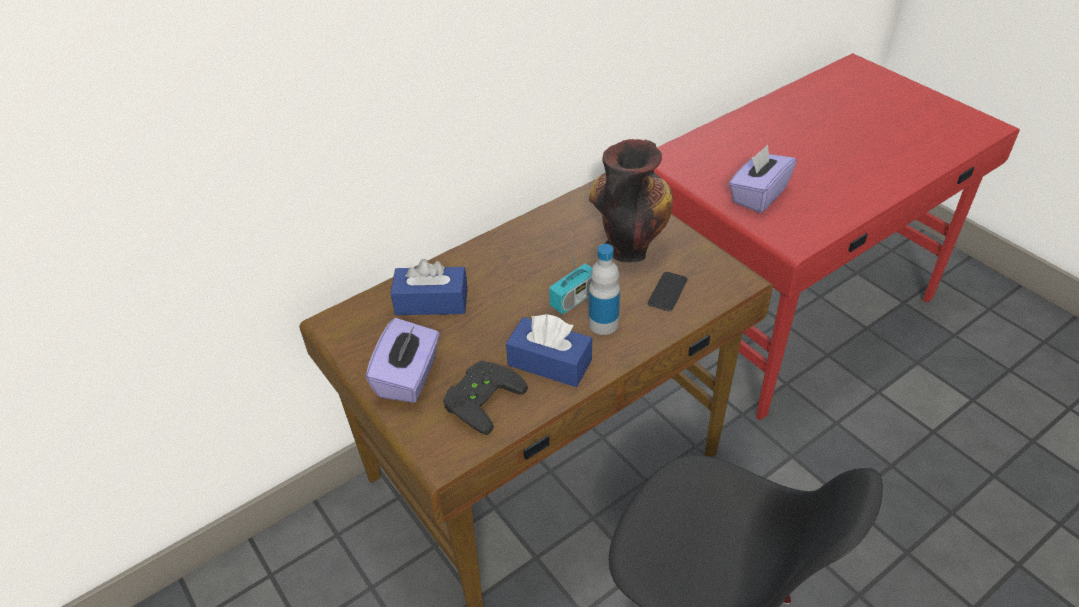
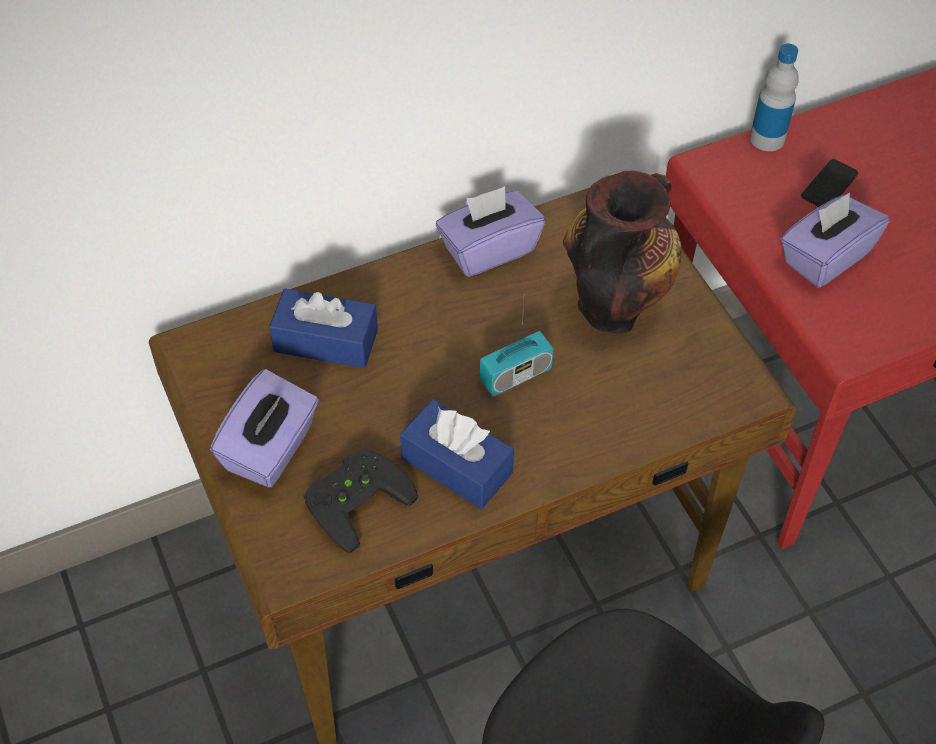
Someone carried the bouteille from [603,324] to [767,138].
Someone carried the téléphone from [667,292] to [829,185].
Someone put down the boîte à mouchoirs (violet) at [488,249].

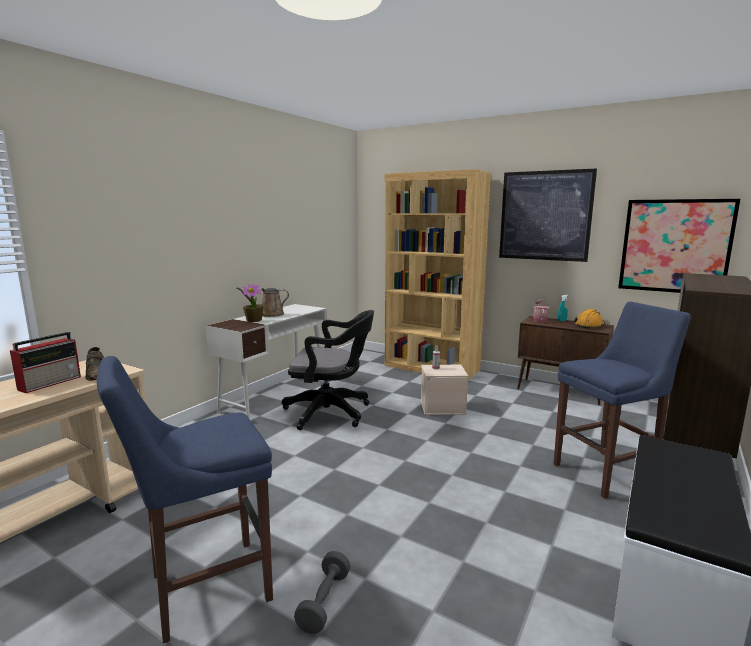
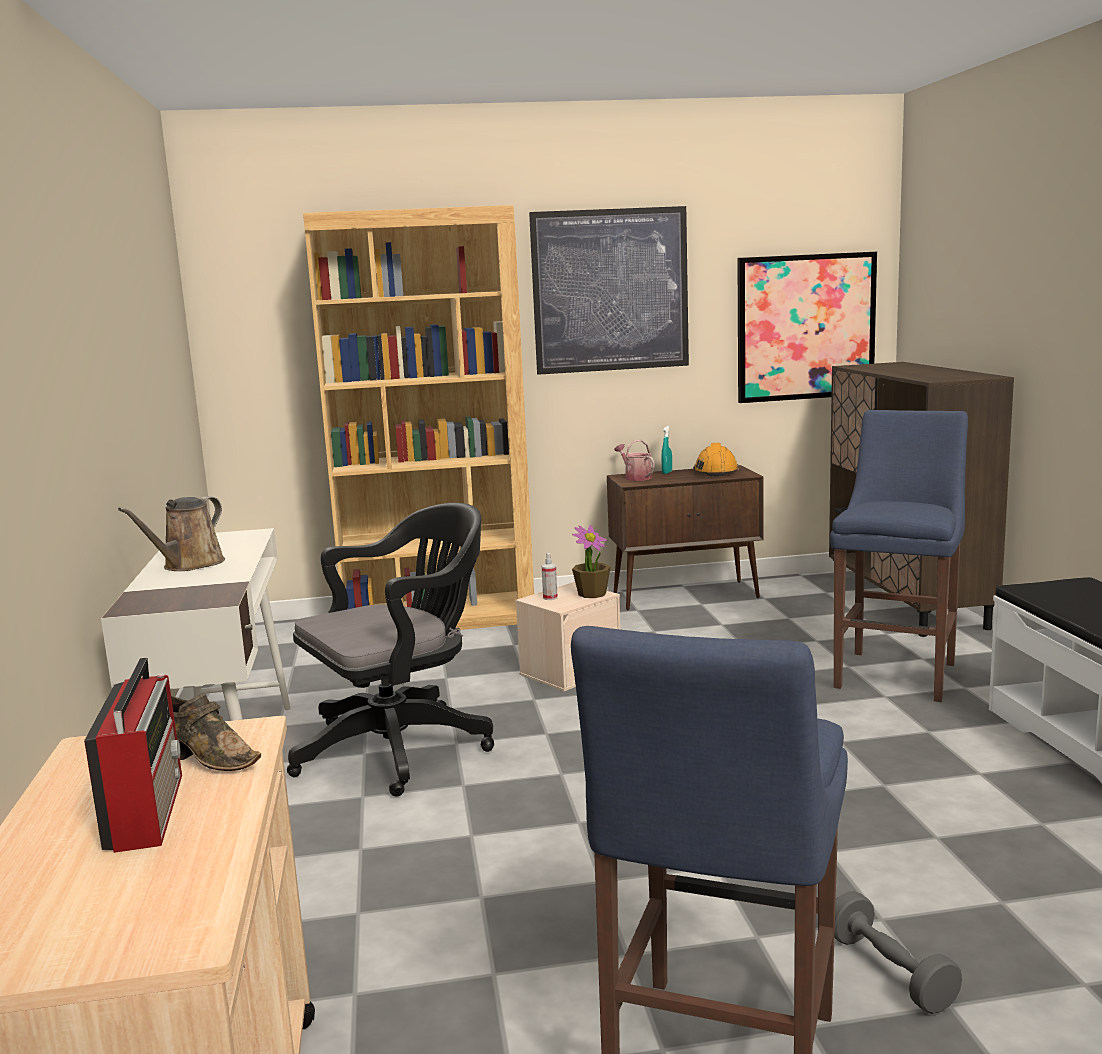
Someone carried the plante en pot from [254,320] to [592,594].

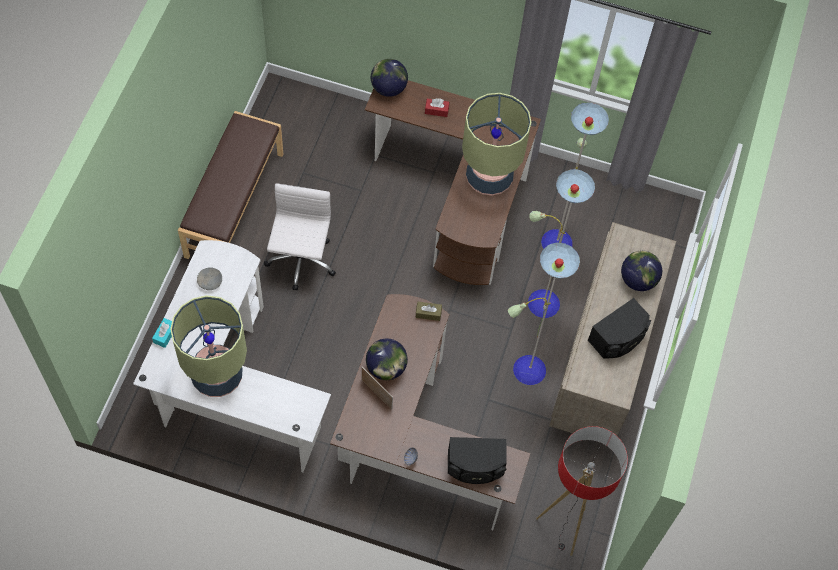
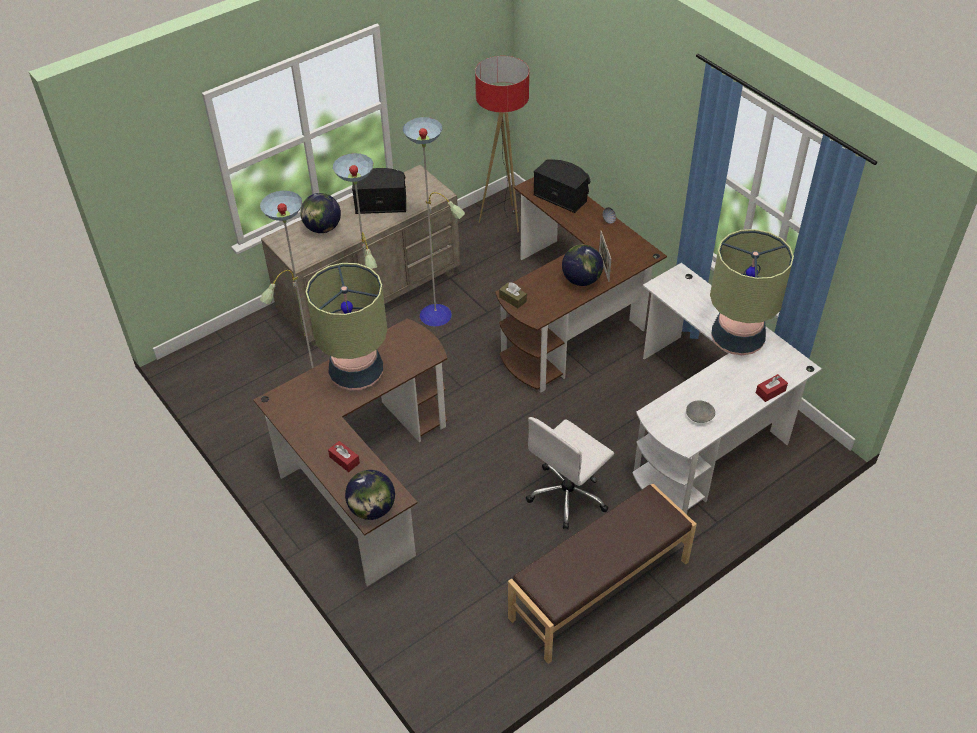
Someone repainted the boîte à mouchoirs (turquoise) at [165,335], which became the boîte à mouchoirs (rouge) at [770,392].

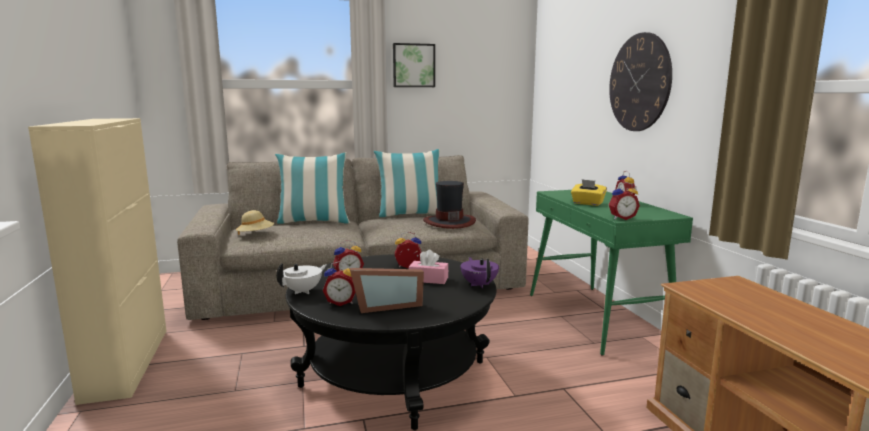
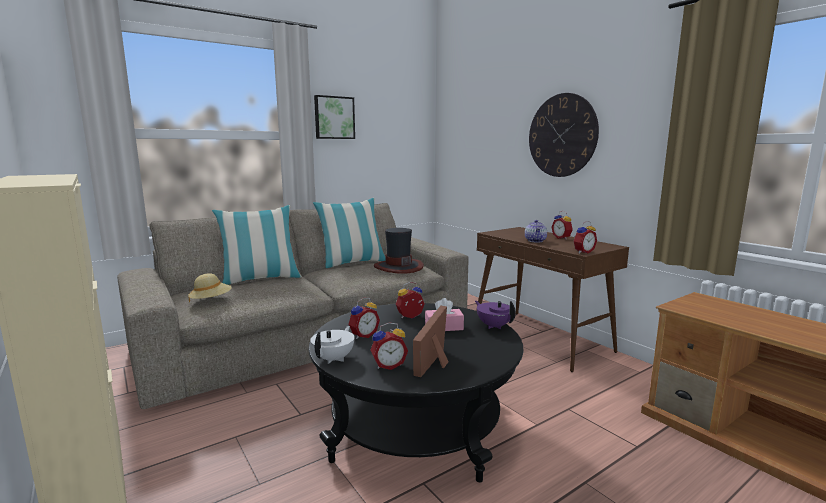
Someone swapped the boîte à mouchoirs (jaune) at [587,203] for the théière at [535,241].
Someone repainted the table console (vert) at [597,318], which became the table console (marron) at [541,339].
Someone rotated the cadre photo at [386,306] by 150 degrees clockwise.

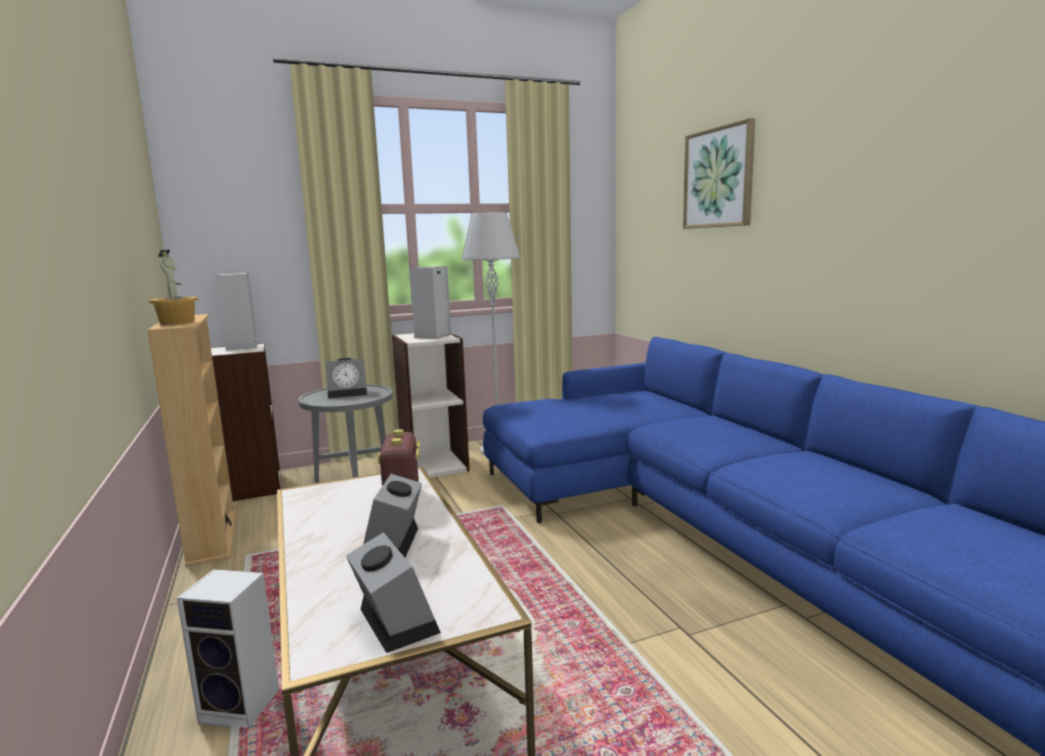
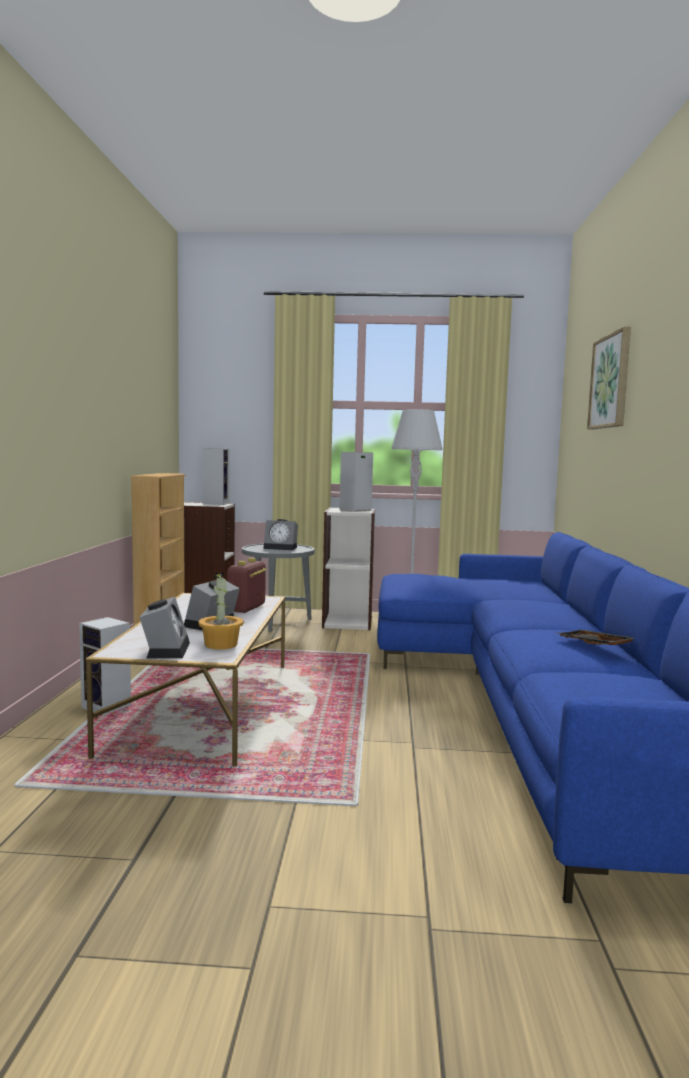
Someone carried the plante en pot from [177,322] to [221,645].
Someone put down the plateau (noir) at [593,646].

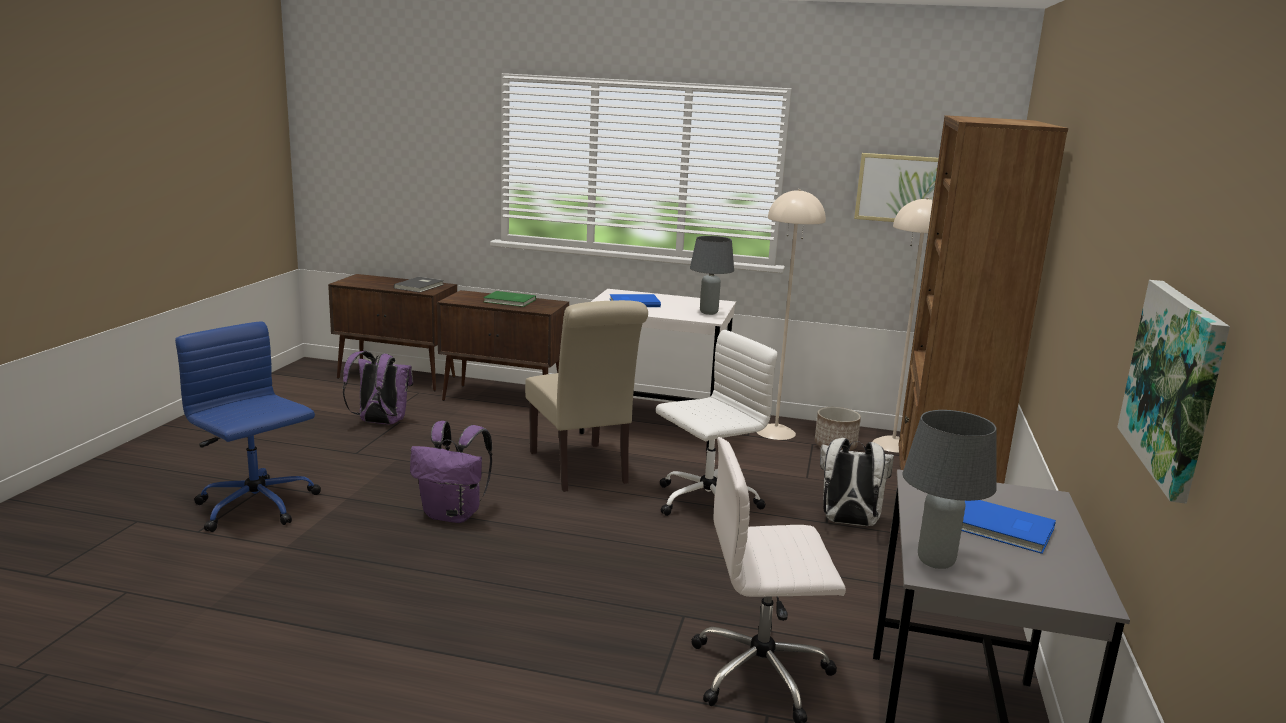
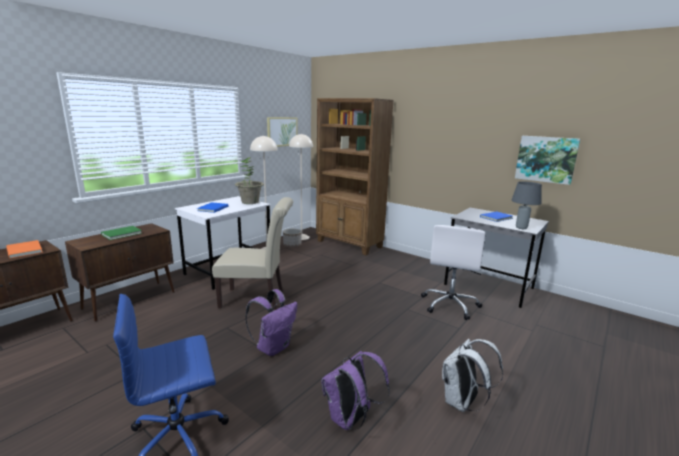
Someone swapped the lampe de table (gris) at [708,312] for the plante en pot at [250,202].
Someone repainted the livre (gris) at [420,286], which became the livre (orange) at [26,250].
Someone took away the chaise de bureau (blanc) at [705,503].
Someone carried the sac à dos (violet) from [380,423] to [351,419].
Someone carried the sac à dos (blanc) from [848,522] to [462,403].

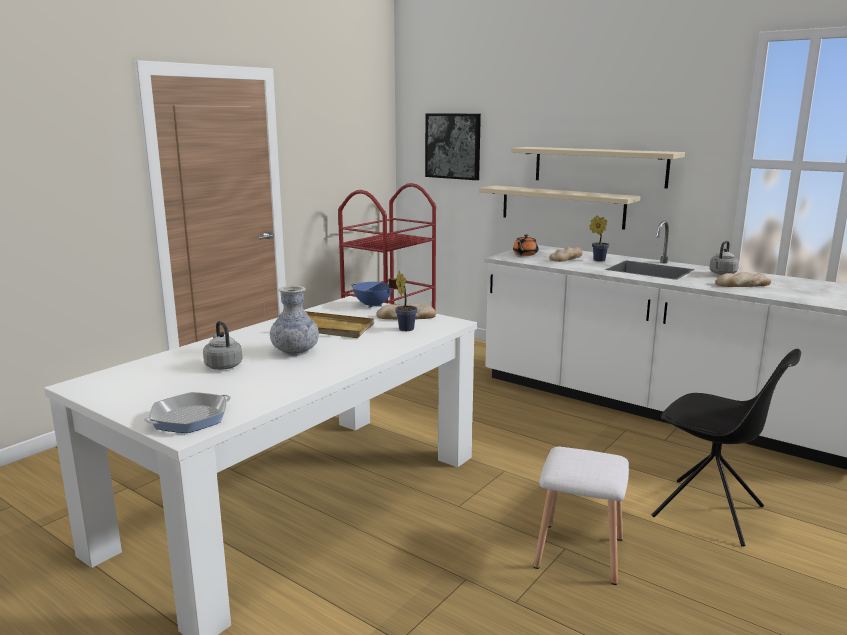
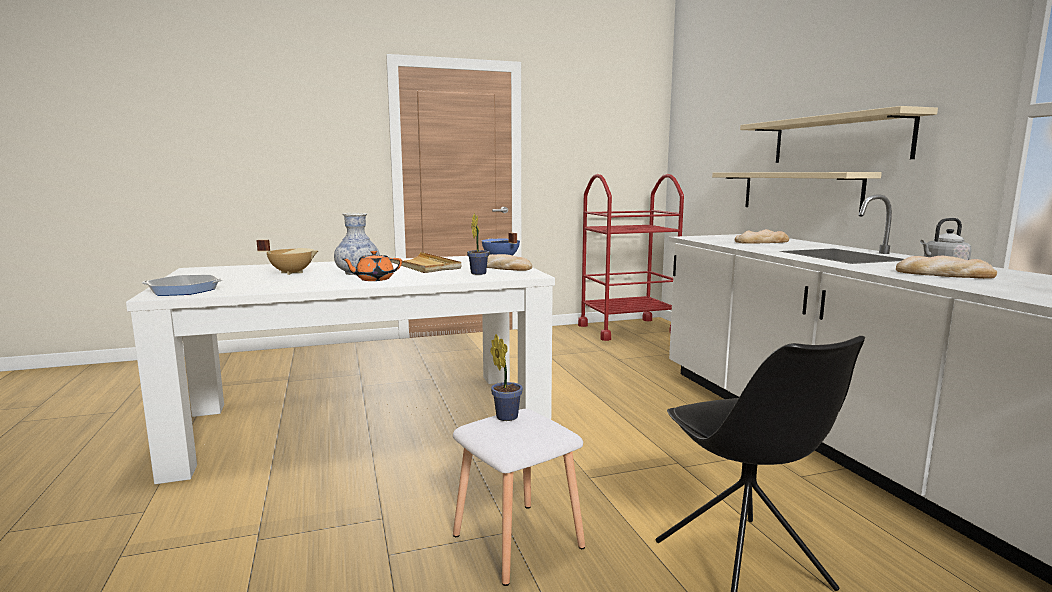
Someone took away the tableau at [453,146].
Someone carried the plante en pot from [597,260] to [505,416].
Someone carried the théière (orange) from [525,254] to [374,279].
Someone swapped the bouilloire (gris) at [223,365] for the marmite (beige) at [292,273].

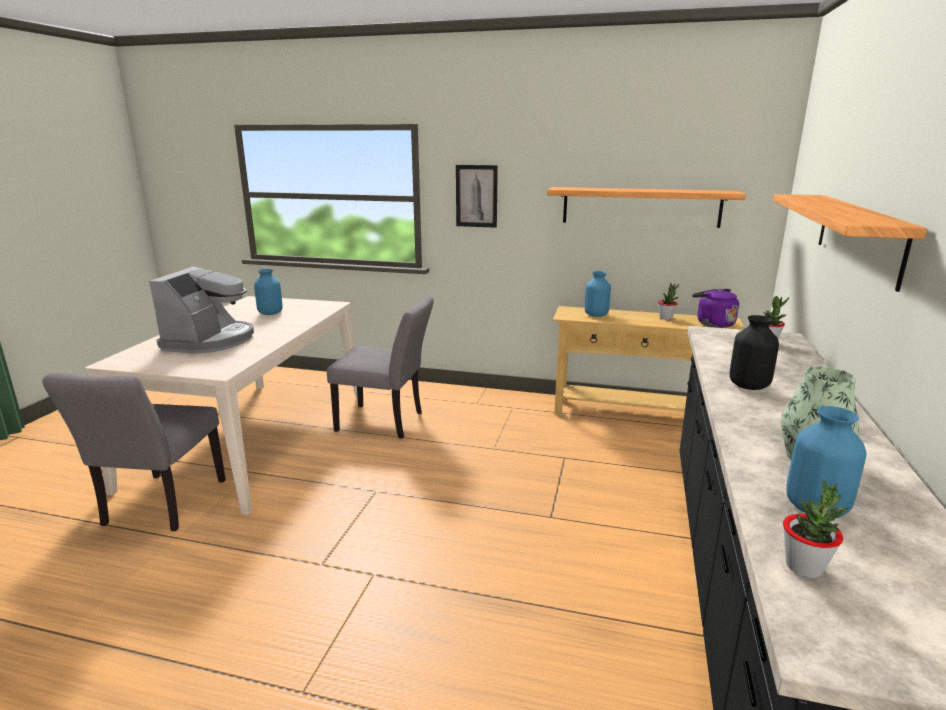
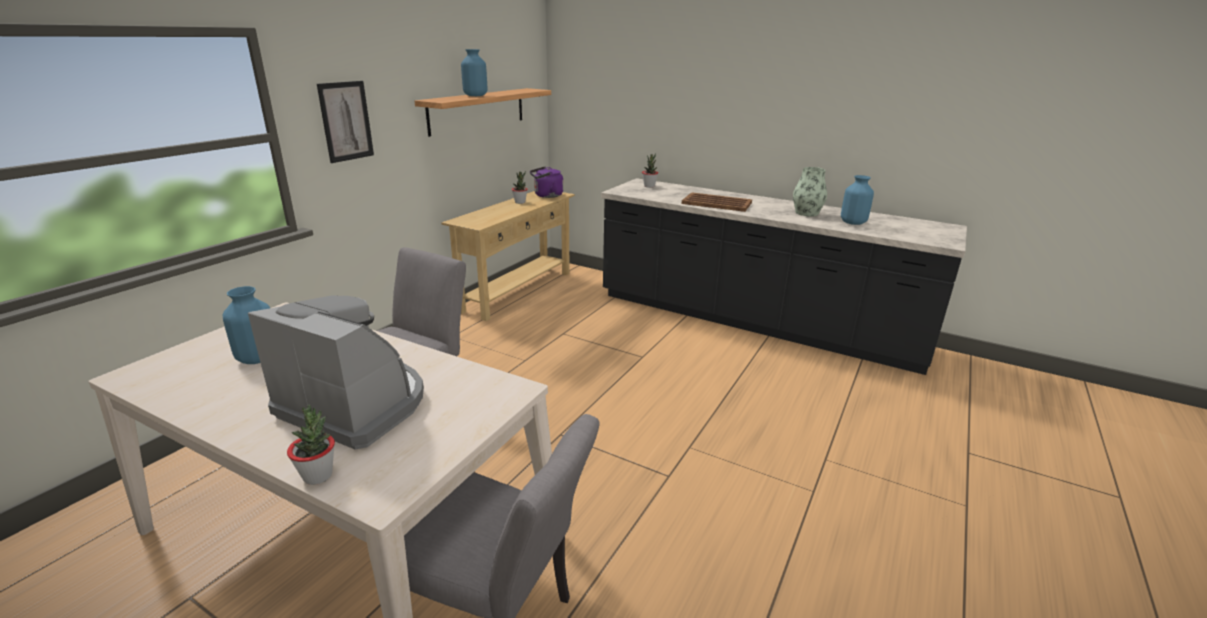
Someone took away the étagère at [858,236].
Someone carried the vase (bleu) from [596,315] to [475,95].
Someone swapped the vase (noir) at [748,386] for the plateau (marron) at [717,203].
Someone carried the plante en pot from [804,567] to [318,476].

